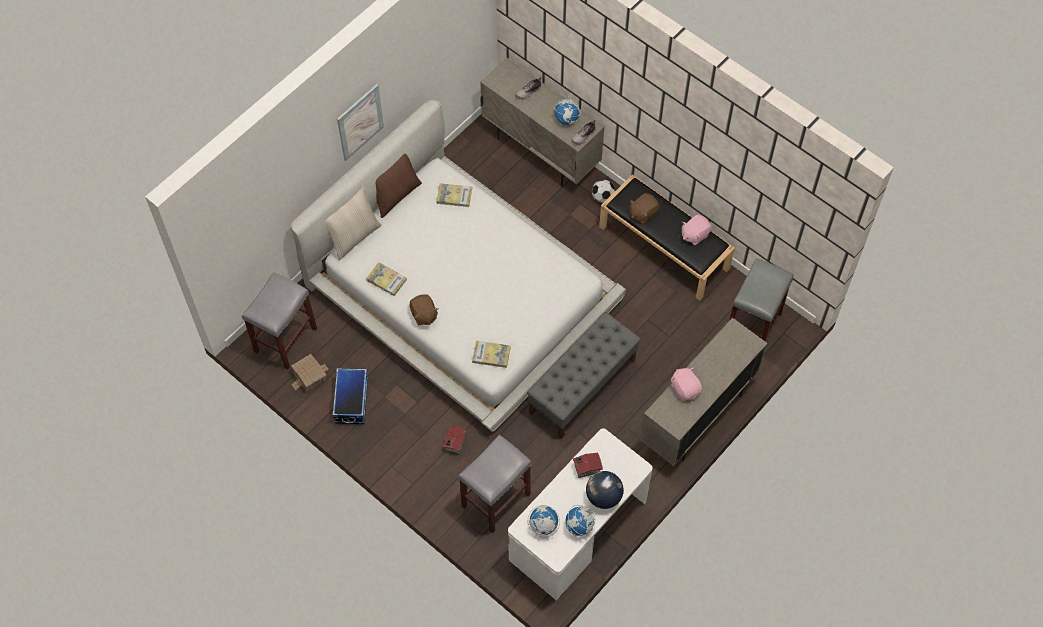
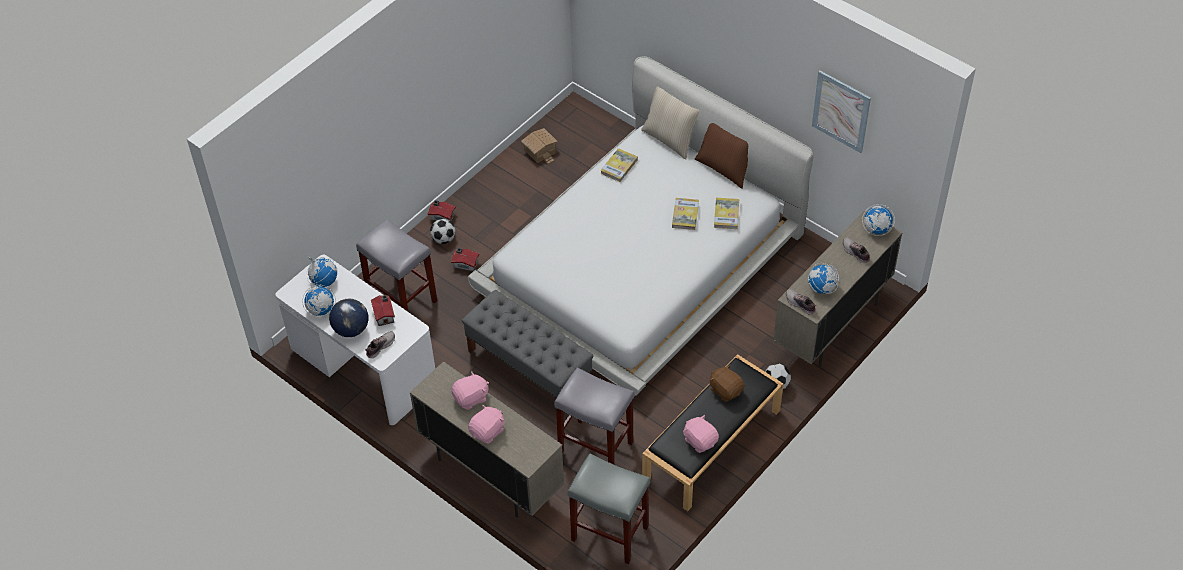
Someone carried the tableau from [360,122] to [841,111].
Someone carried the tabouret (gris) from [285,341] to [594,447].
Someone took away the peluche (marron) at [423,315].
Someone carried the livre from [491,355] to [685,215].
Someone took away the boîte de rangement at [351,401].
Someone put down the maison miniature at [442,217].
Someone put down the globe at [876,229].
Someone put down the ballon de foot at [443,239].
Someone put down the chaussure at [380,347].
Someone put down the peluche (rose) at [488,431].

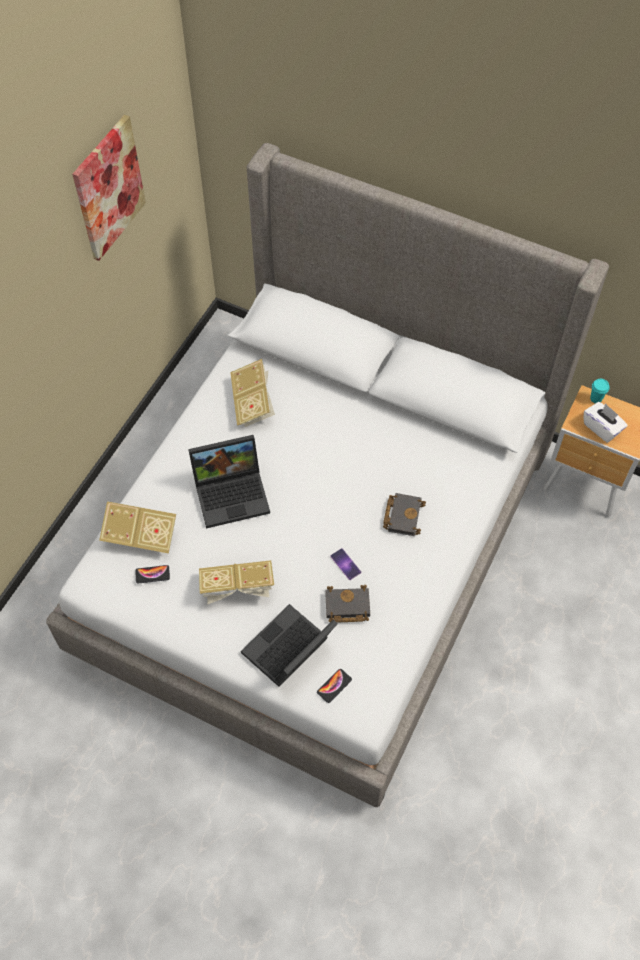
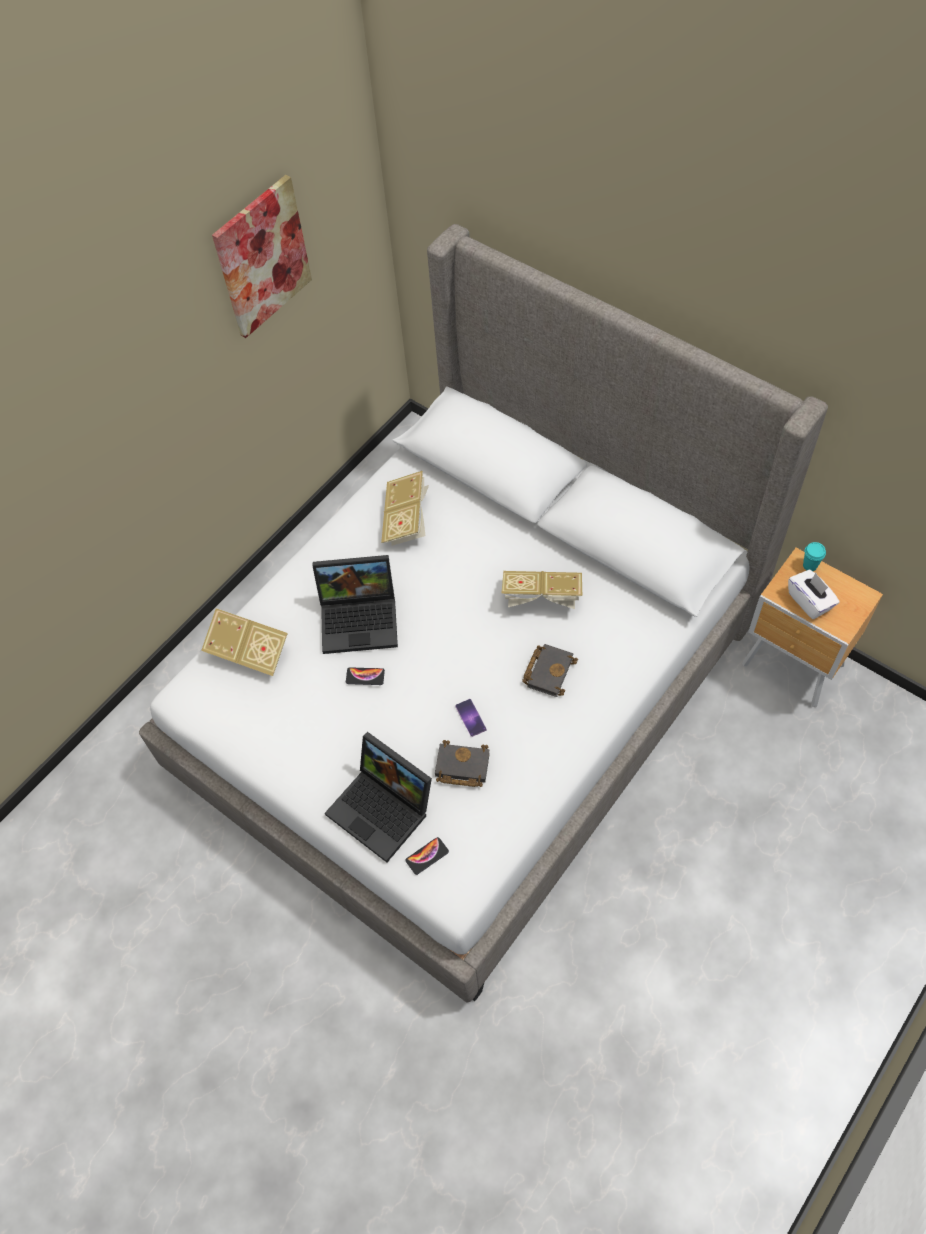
Someone carried the livre from [237,589] to [541,598].
Someone carried the téléphone from [152,574] to [365,676].
Someone rotated the ordinateur portable at [289,652] by 105 degrees counterclockwise.

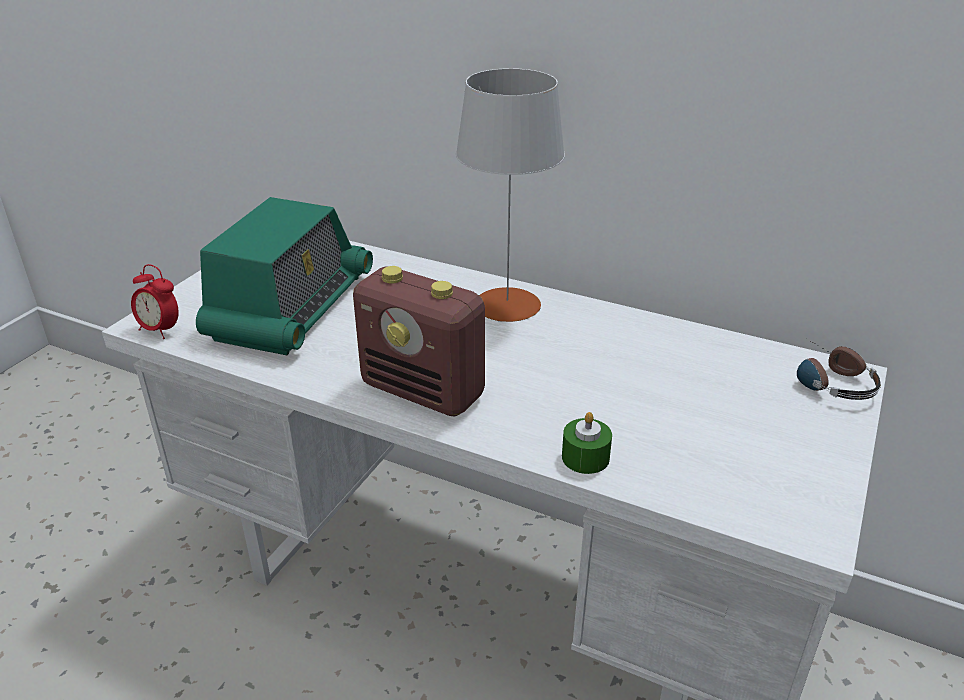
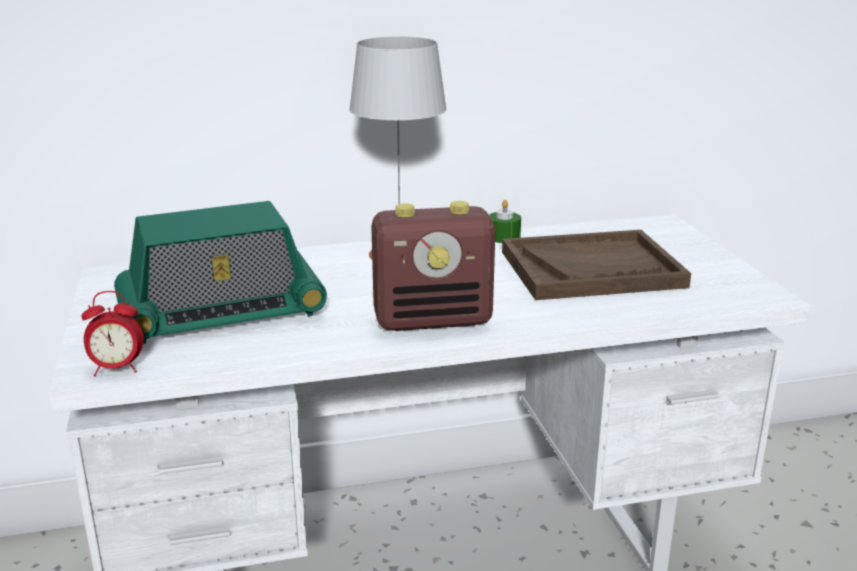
Someone rotated the radio at [291,308] by 90 degrees clockwise.
Someone took away the casque audio at [826,380].
Someone carried the bougie (vert) from [585,457] to [503,237].
Someone put down the plateau (marron) at [591,269].

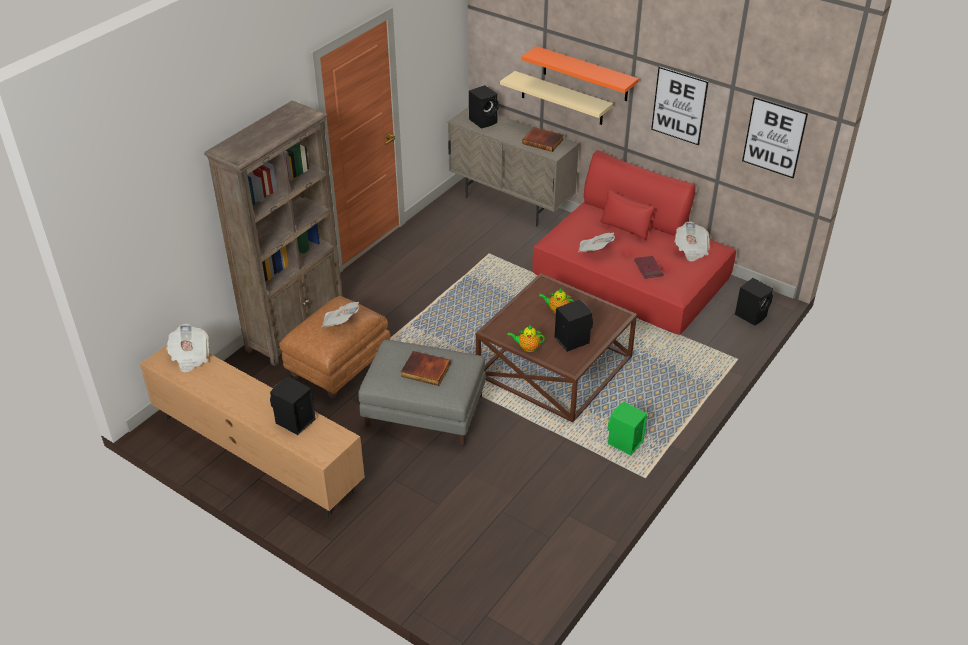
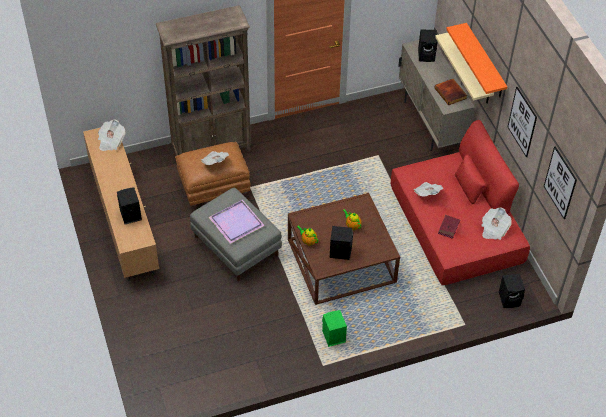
Someone swapped the livre at [425,371] for the plateau (violet) at [235,222].

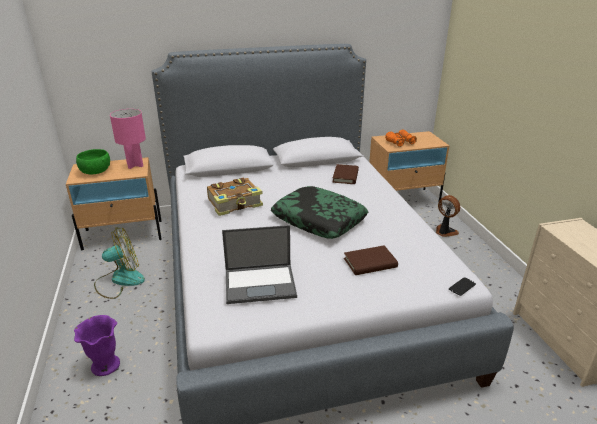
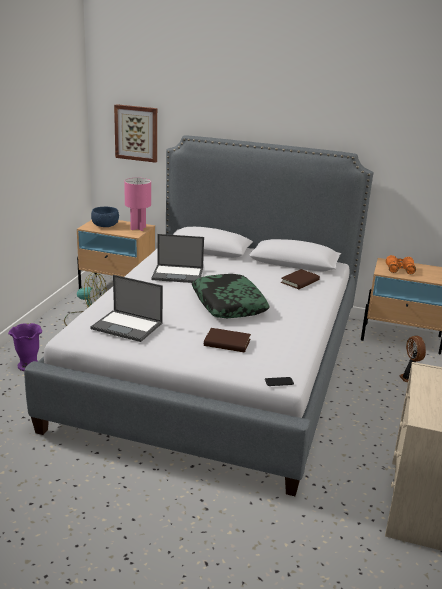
Someone repainted the bol (vert) at [95,172], which became the bol (bleu) at [105,226].
Someone swapped the livre at [235,203] for the ordinateur portable at [178,274].
Someone put up the tableau at [136,133].

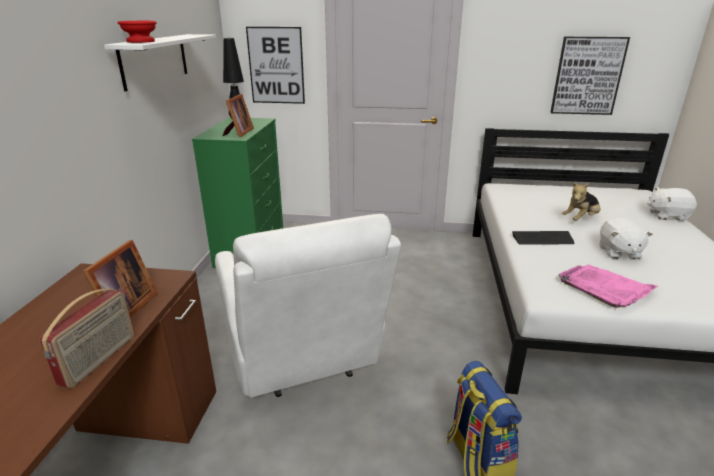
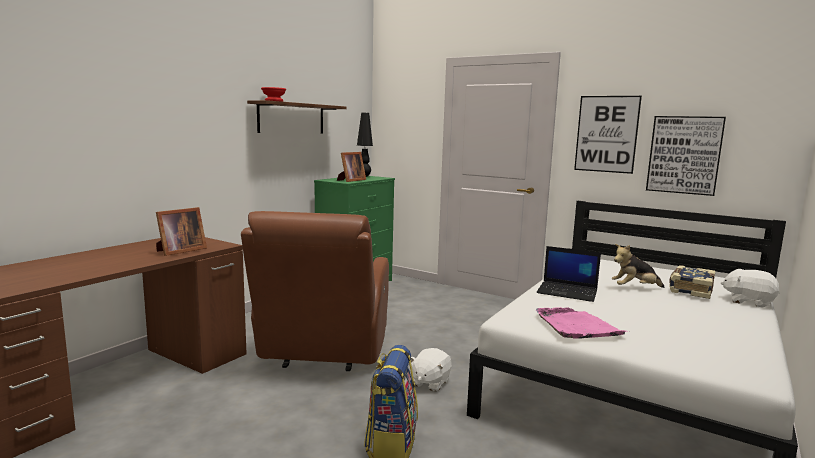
Someone carried the tableau from [276,66] to [606,134].
Someone repainted the étagère (blanc) at [155,60], which became the étagère (marron) at [291,118].
Someone repainted the fauteuil (blanc) at [303,359], which became the fauteuil (marron) at [323,353].
Someone carried the peluche (blanc) from [618,252] to [429,382].
Someone swapped the clavier at [542,239] for the ordinateur portable at [568,292].
Someone took away the radio at [99,360].
Someone put down the livre at [690,290].

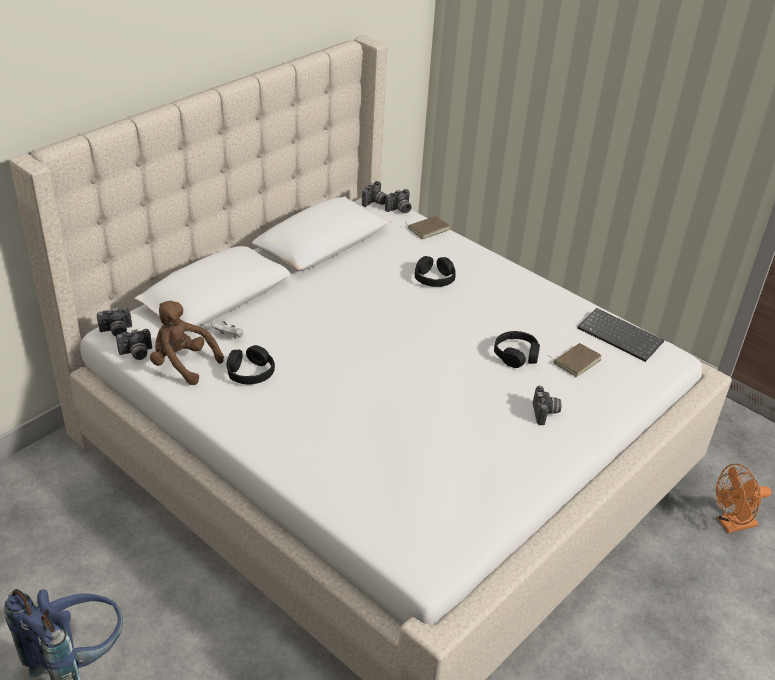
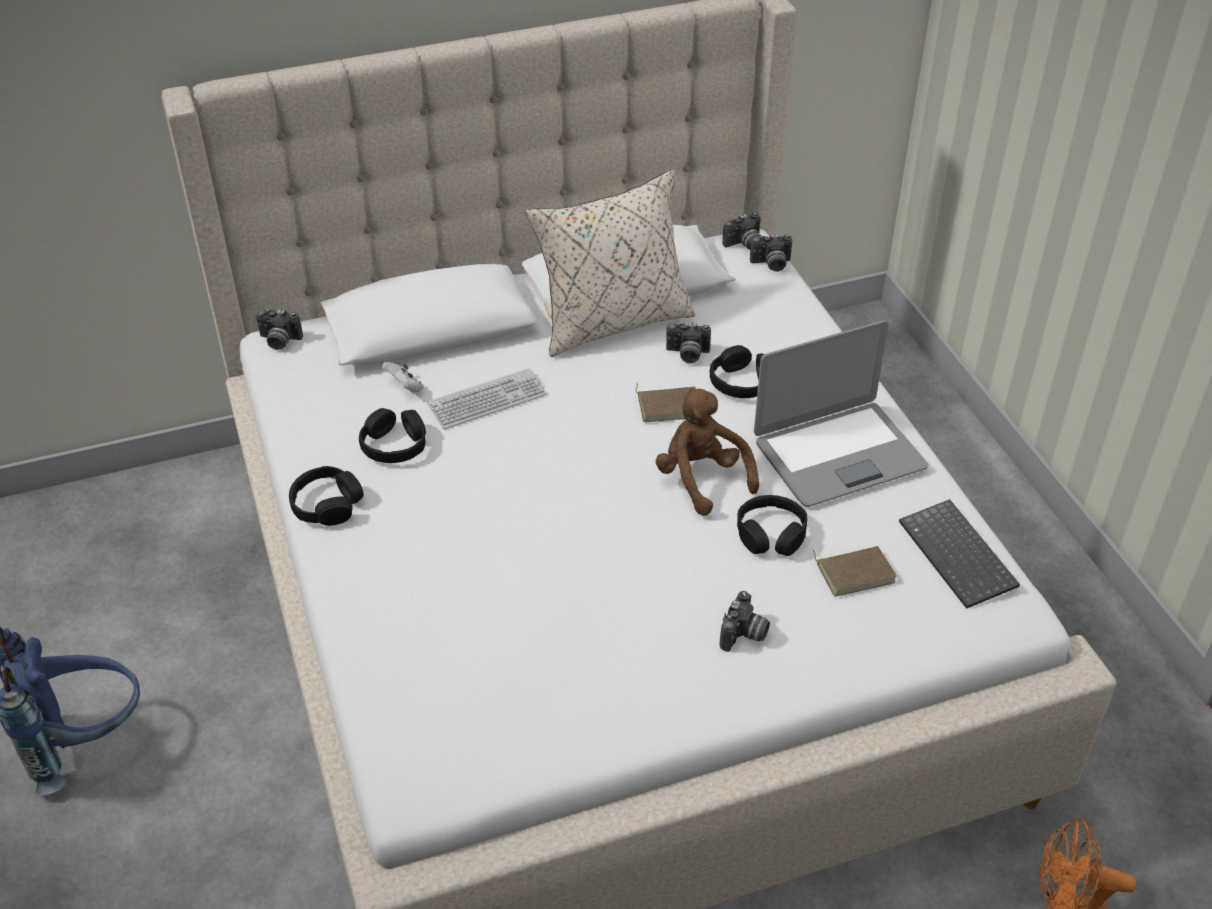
Someone carried the livre (marron) from [428,228] to [669,405].
Someone carried the peluche (marron) from [182,364] to [701,479].
Someone carried the appareil photo from [136,354] to [687,354].
Someone put down the coussin (beige) at [612,322].
Someone put down the ordinateur portable at [838,454].
Someone put down the clavier at [487,400].
Someone put down the casque audio (noir) at [327,505].

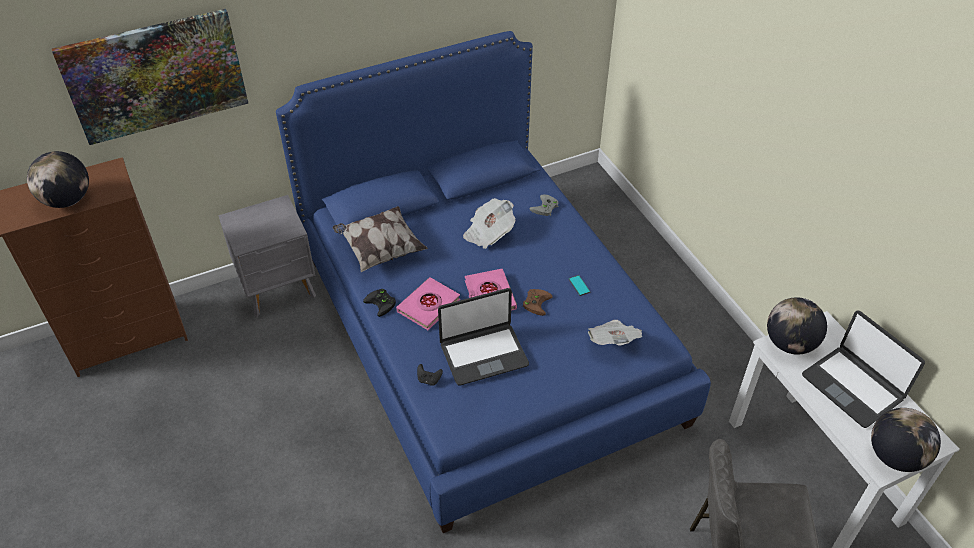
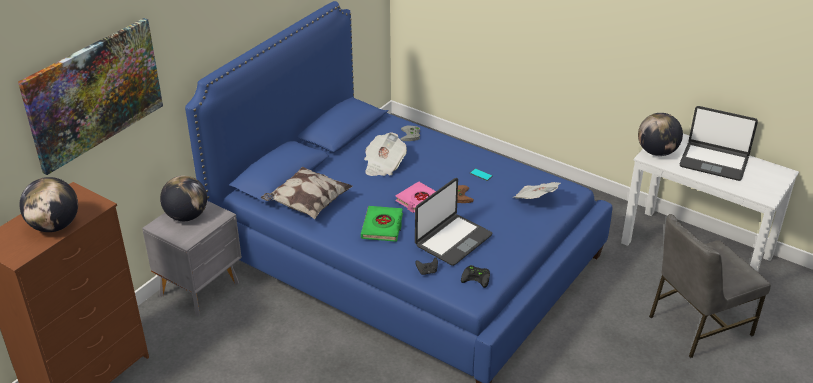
Someone repainted the livre (rose) at [429,306], which became the livre (vert) at [382,226].
Someone carried the manette (noir) from [382,303] to [477,277].
Someone carried the globe from [895,456] to [186,216].

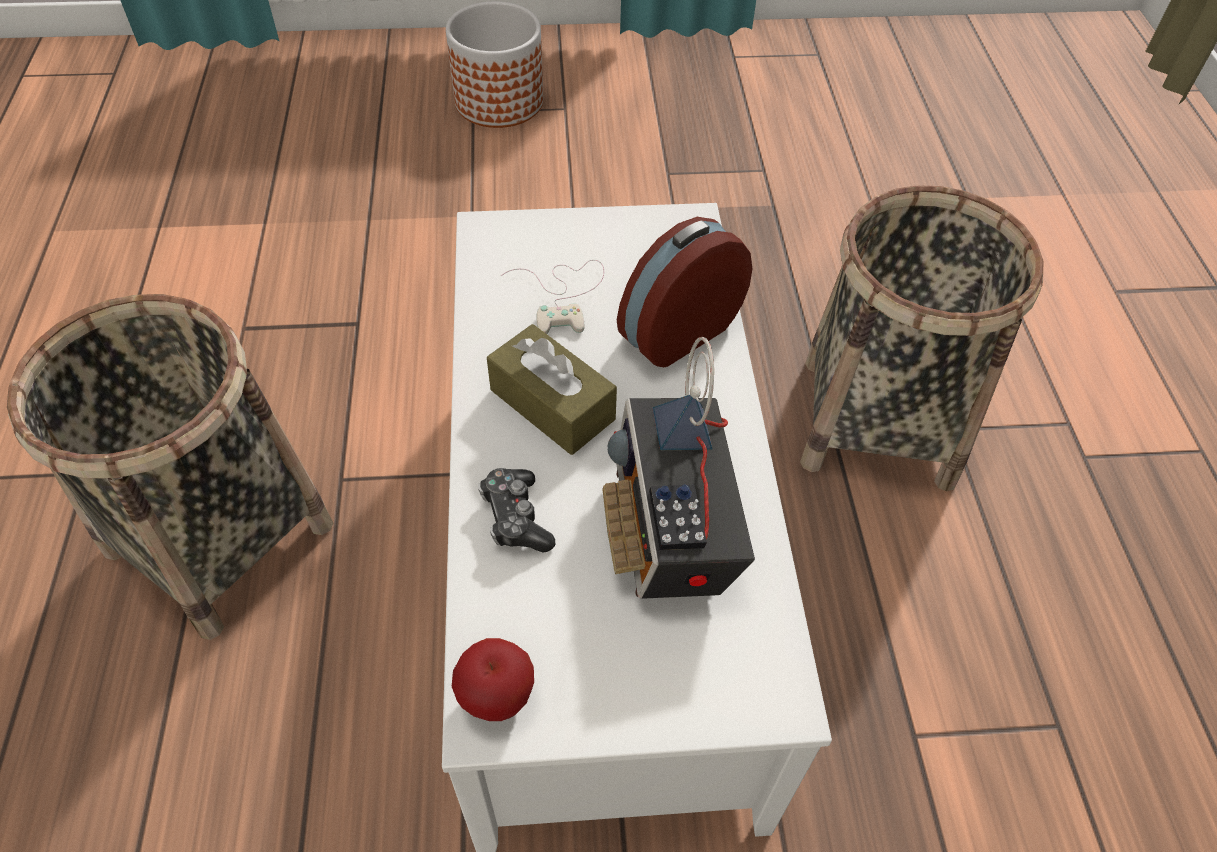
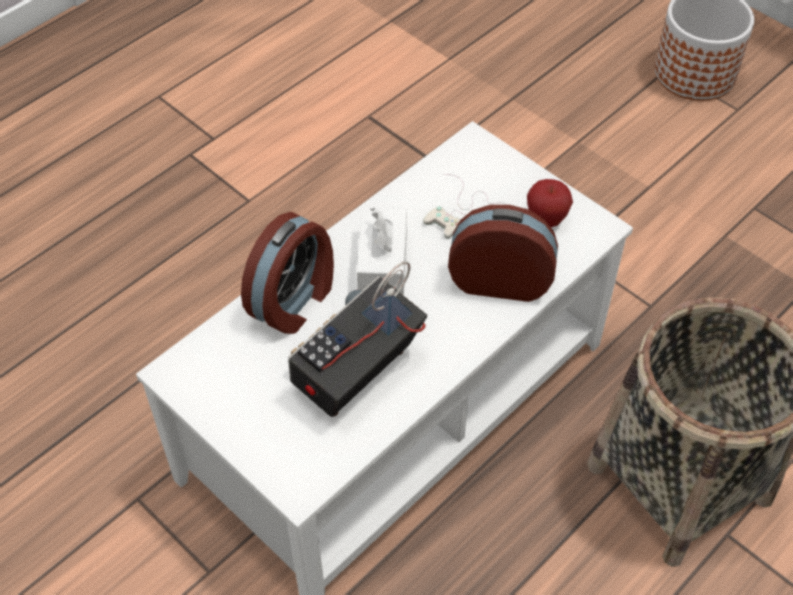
Someone took away the panier at [221,537].
Someone repainted the boîte à mouchoirs (marron) at [552,404], which became the boîte à mouchoirs (blanc) at [382,263].
Someone swapped the manette at [515,518] for the réveil at [294,301].
Someone carried the pomme from [497,699] to [546,220].

